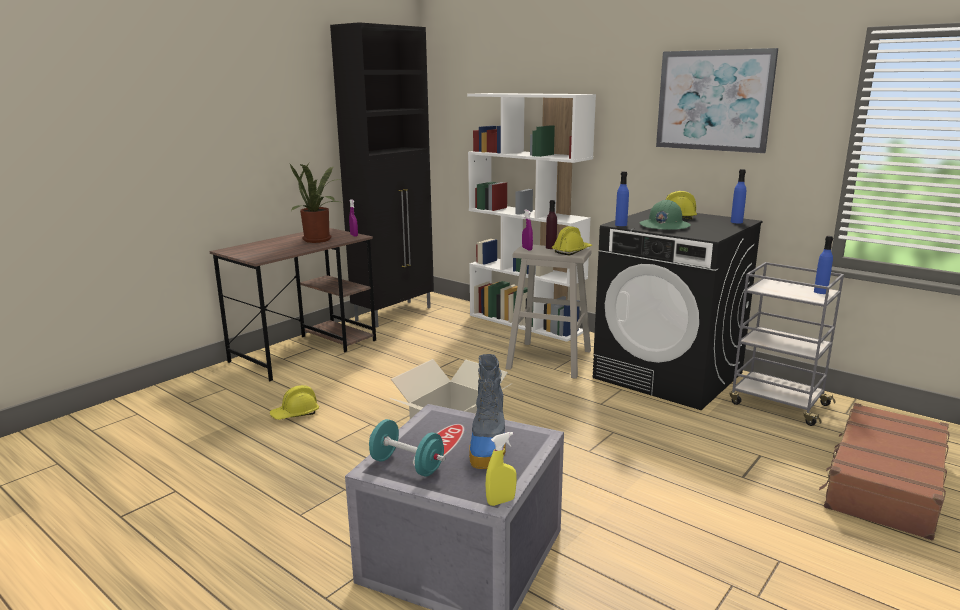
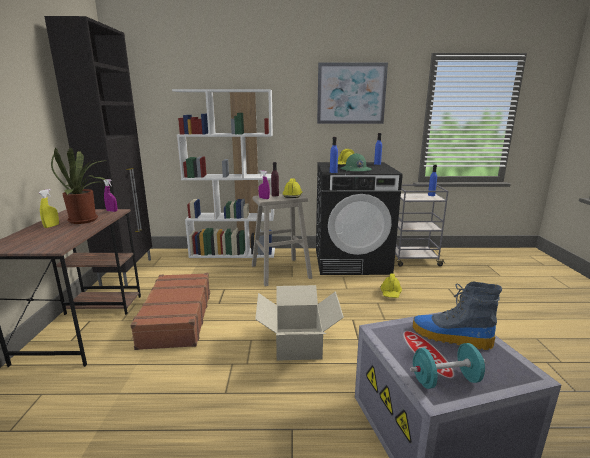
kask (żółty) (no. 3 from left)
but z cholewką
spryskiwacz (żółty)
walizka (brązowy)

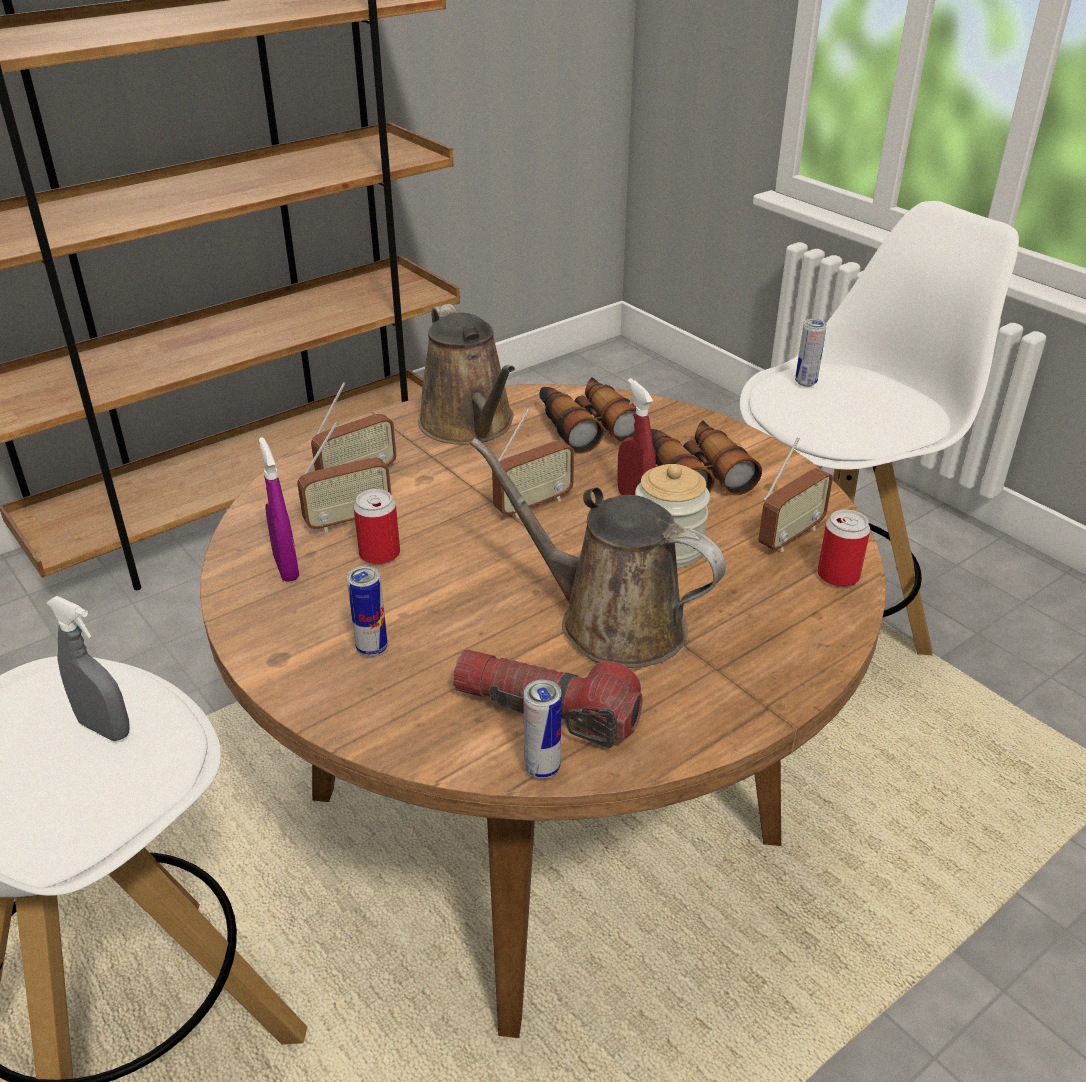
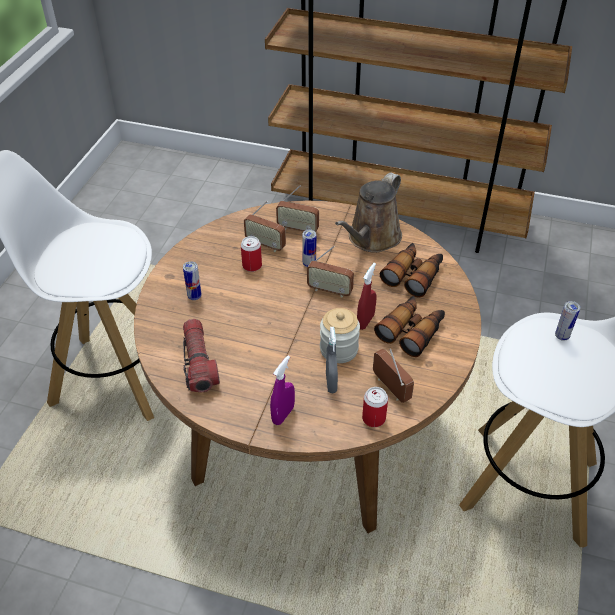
spryskiwacz (szary)
spryskiwacz (fioletowy)
konewka (brązowy) (no. 2 from left in the first image)
puszka (no. 3 from left)
radio (no. 4 from left)

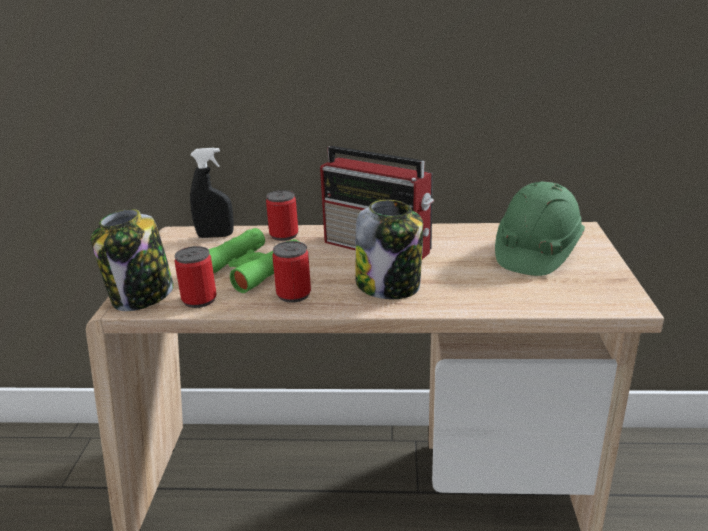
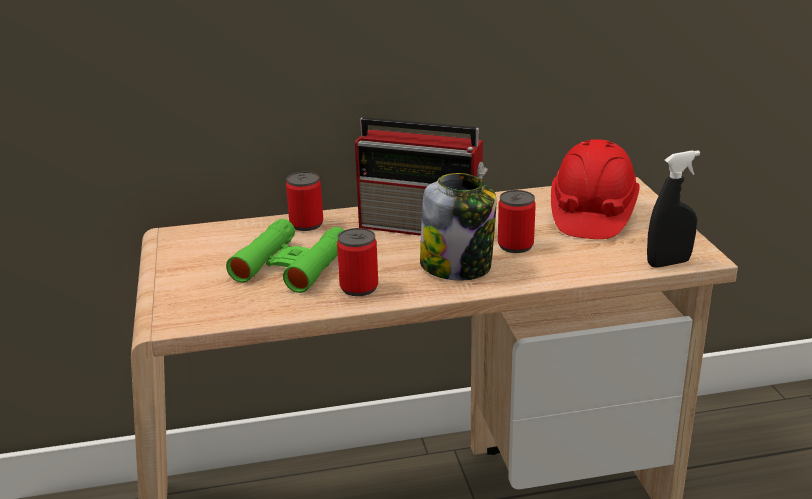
słoik (no. 1 from left in the first image)
puszka (no. 3 from left)
spryskiwacz (czarny)
kask (czerwony)

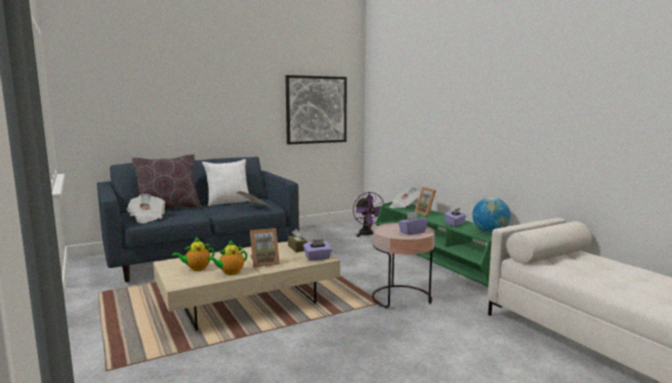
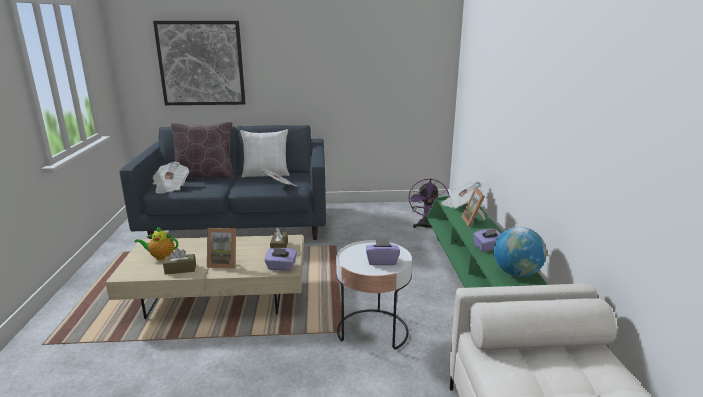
pudełko chusteczek (brązowy) (no. 1 from left)
obraz
stolik (biały)

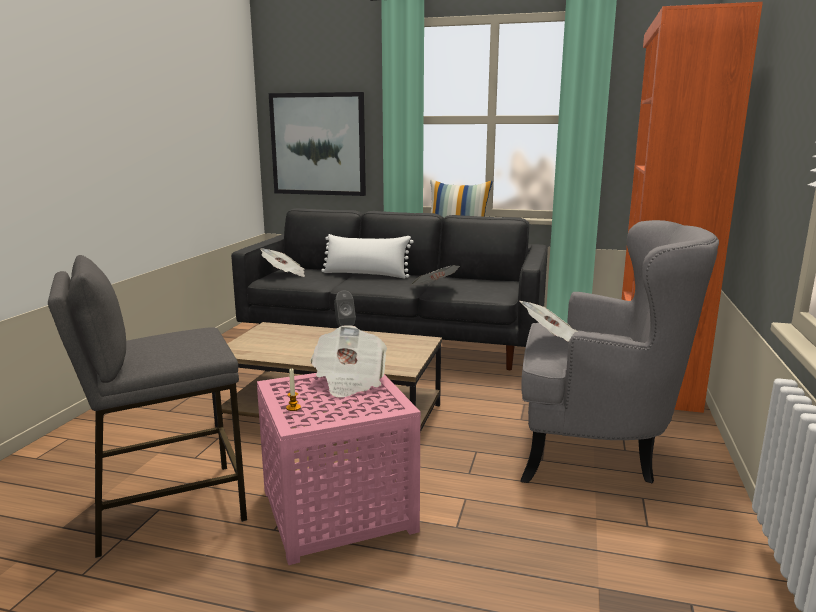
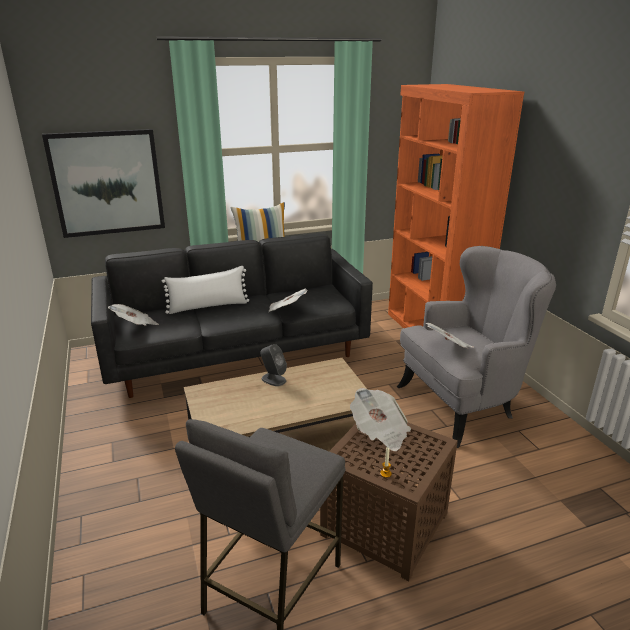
stolik (brązowy)

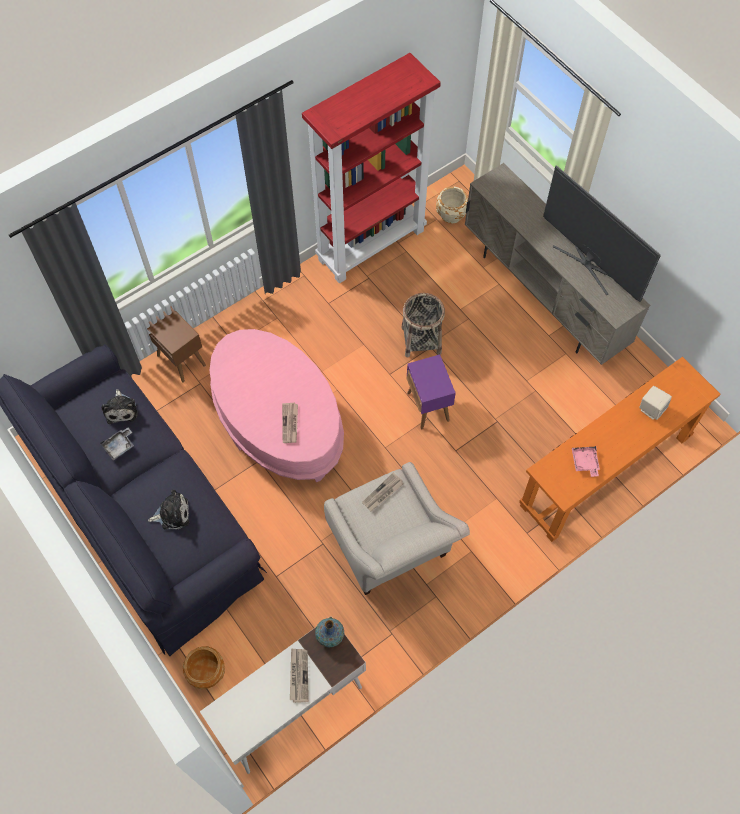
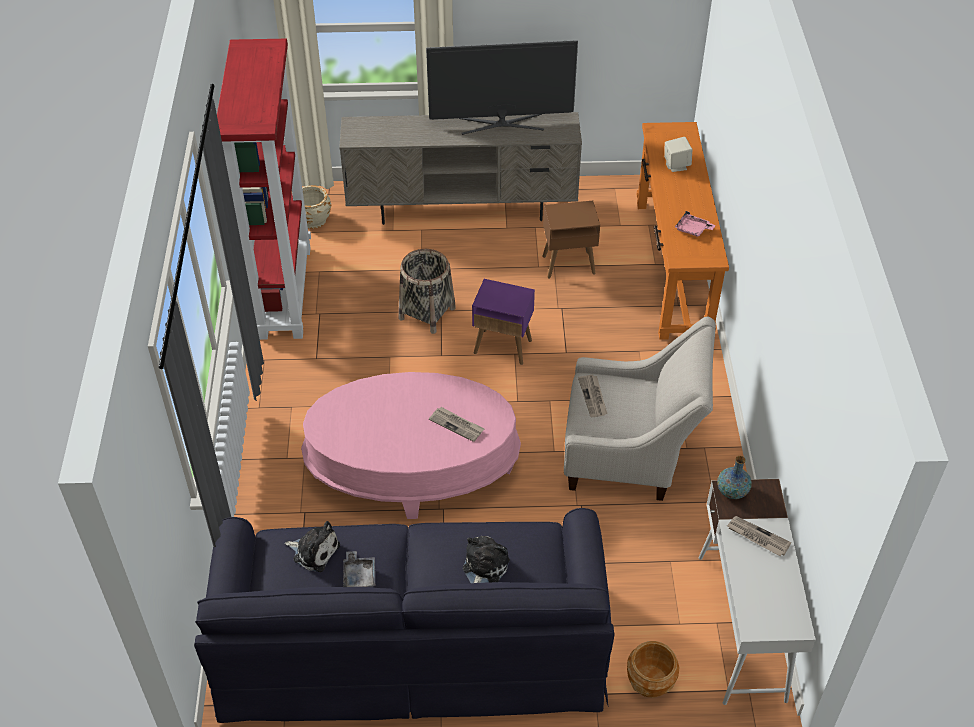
stolik (brązowy)

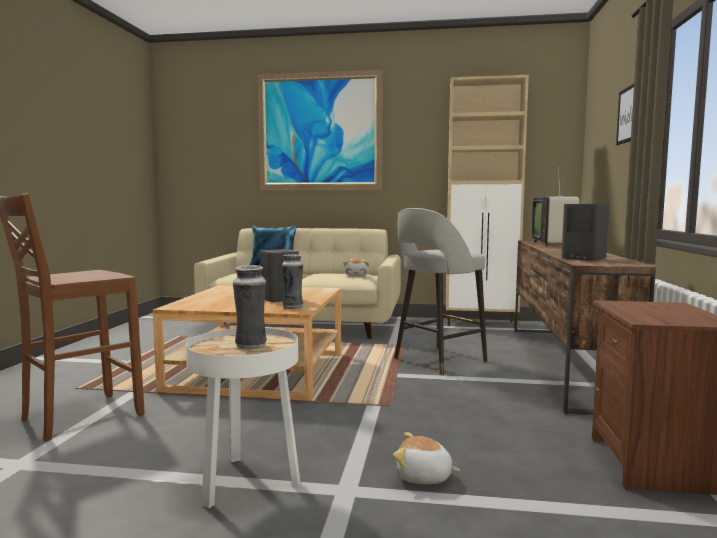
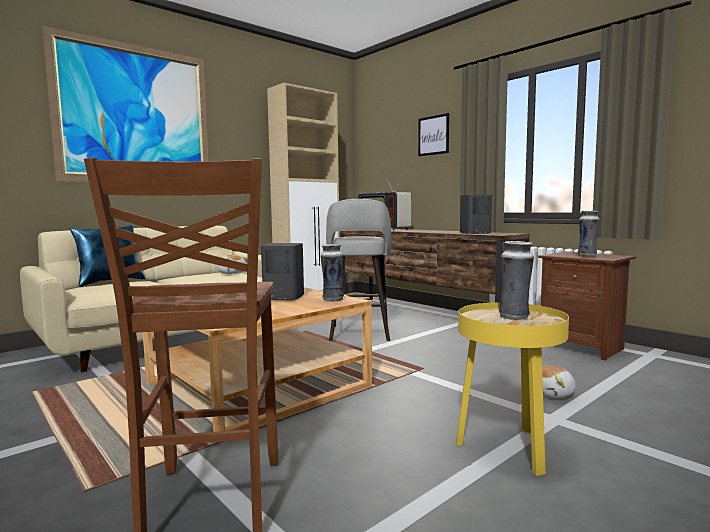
stolik (żółty)
wazon (no. 3 from left)

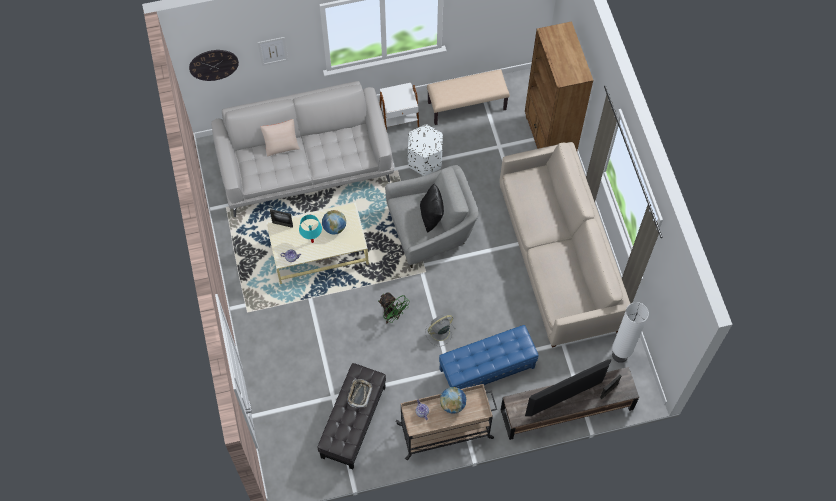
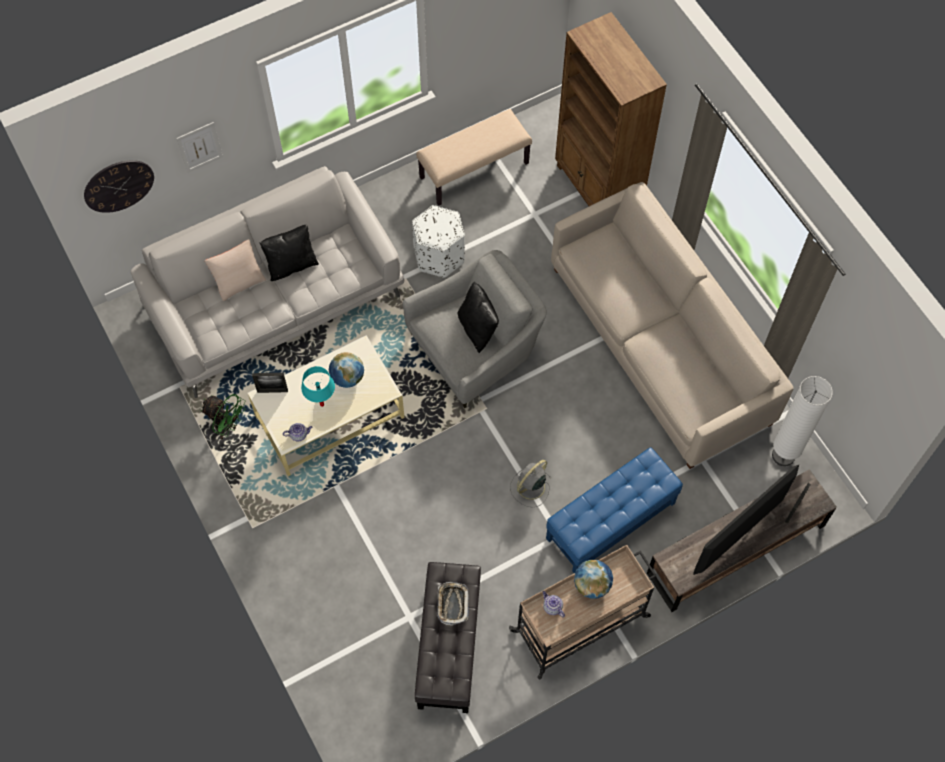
wentylator (zielony)
stolik (biały)
poduszka (czarny) (no. 1 from left)

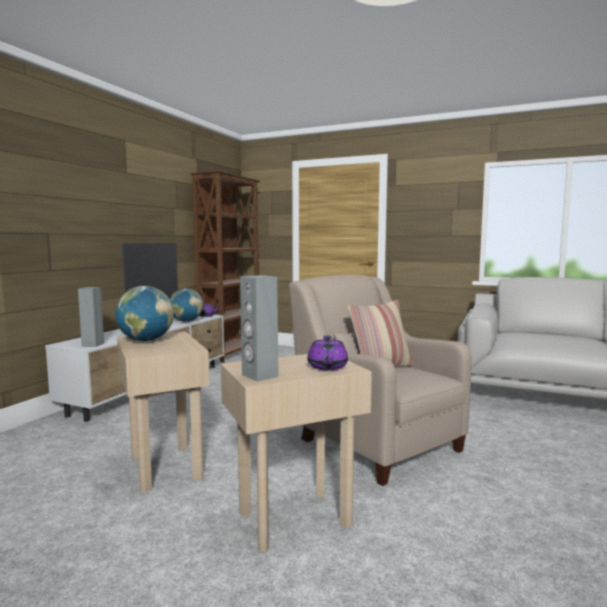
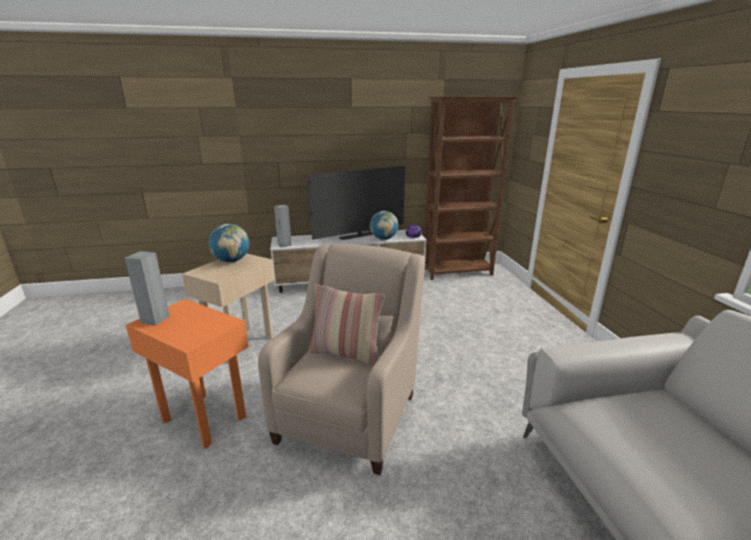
stolik (pomarańczowy)
imbryk (fioletowy) (no. 2 from left in the first image)

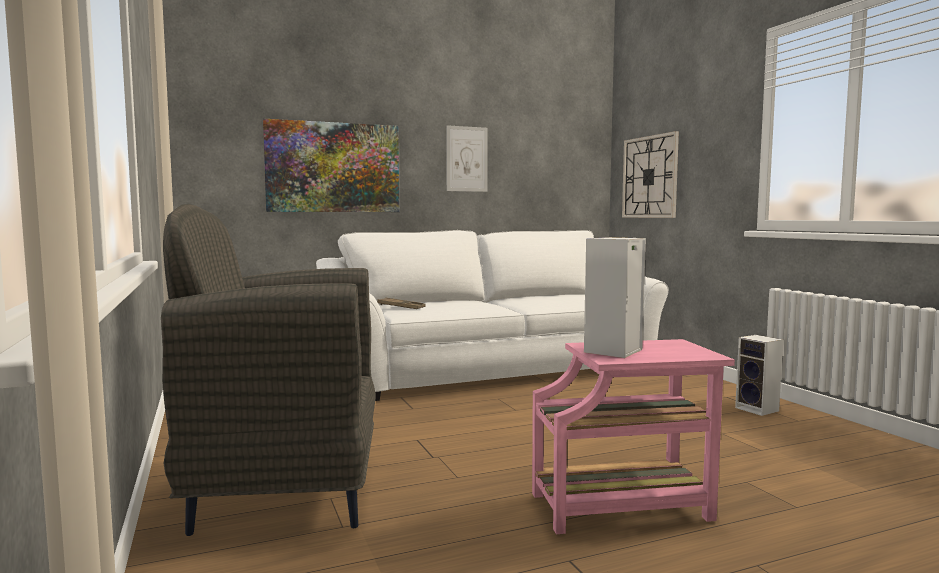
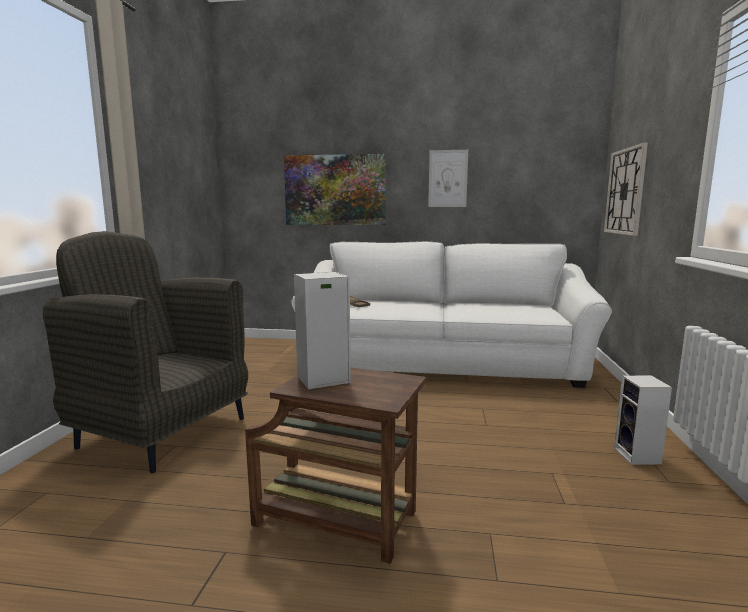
stolik (brązowy)

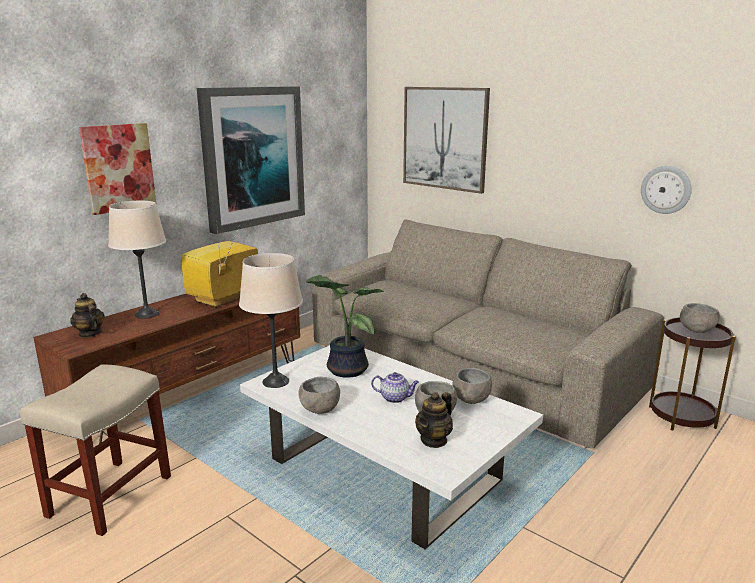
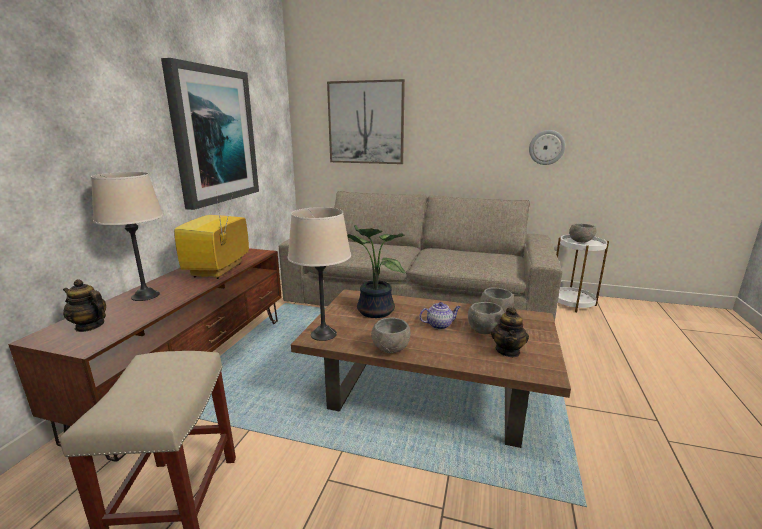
obraz (no. 1 from left in the first image)
ława (brązowy)
stolik (biały)

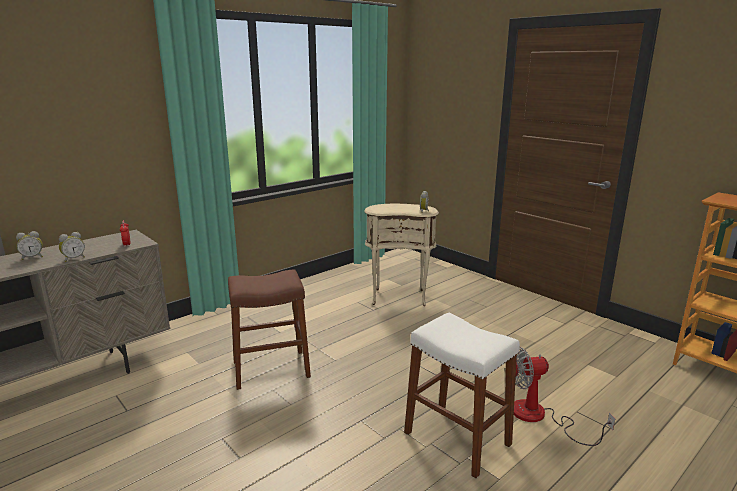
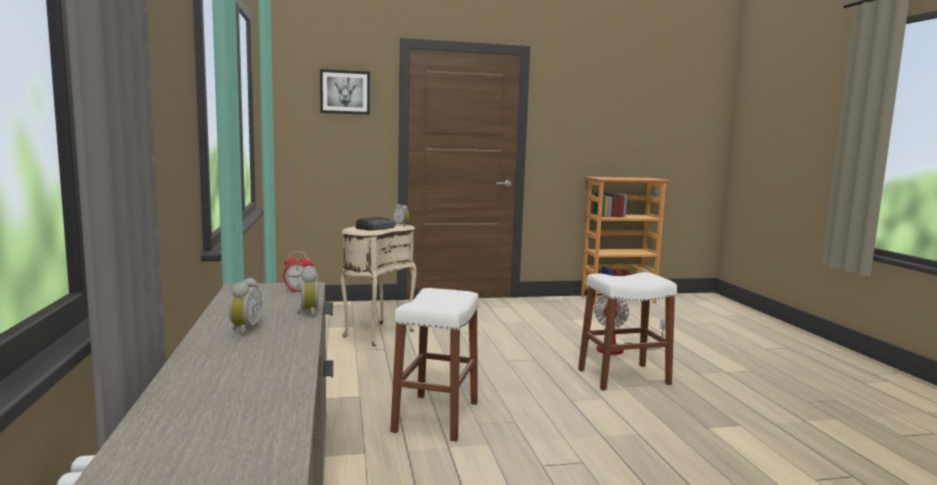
stołek (biały) (no. 1 from left)
obraz
radio

